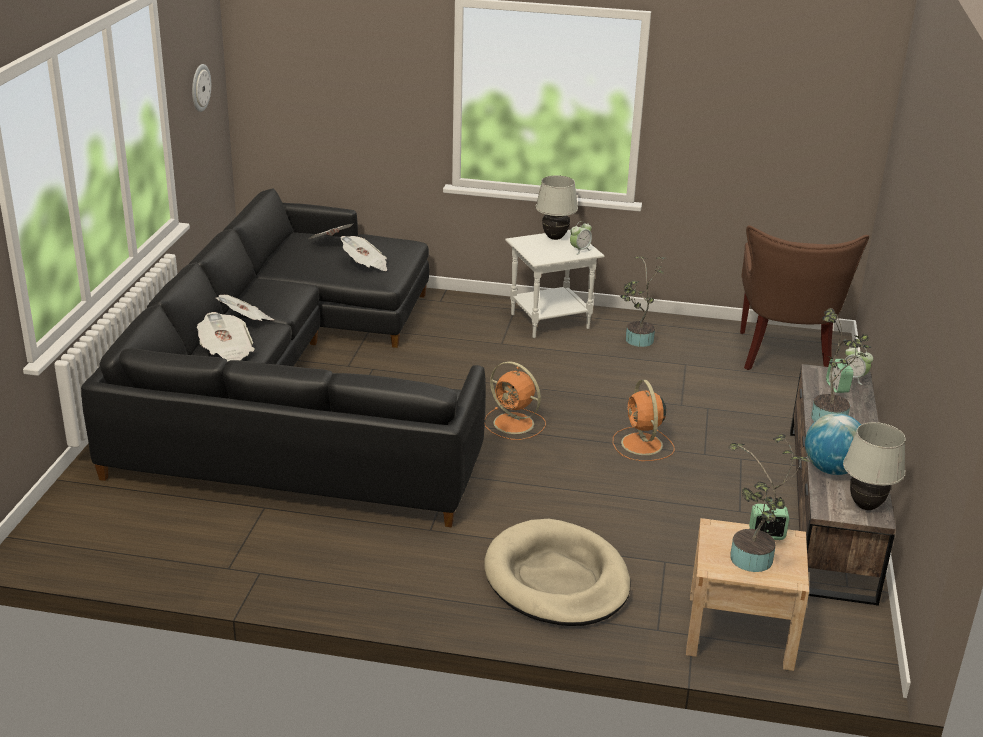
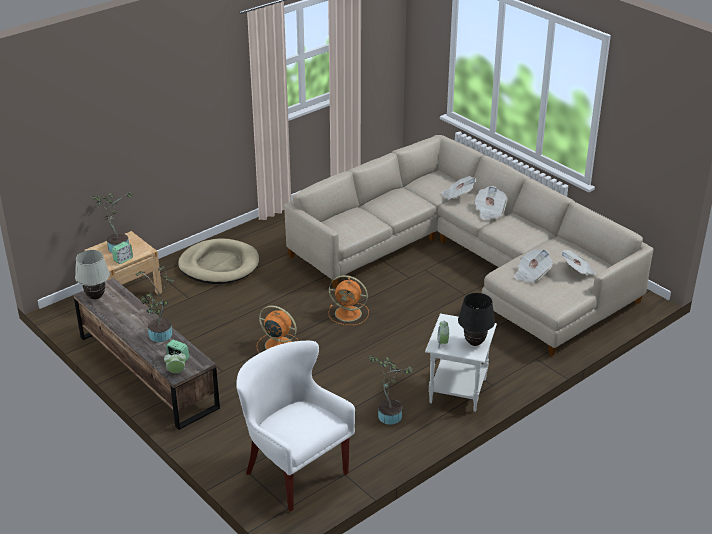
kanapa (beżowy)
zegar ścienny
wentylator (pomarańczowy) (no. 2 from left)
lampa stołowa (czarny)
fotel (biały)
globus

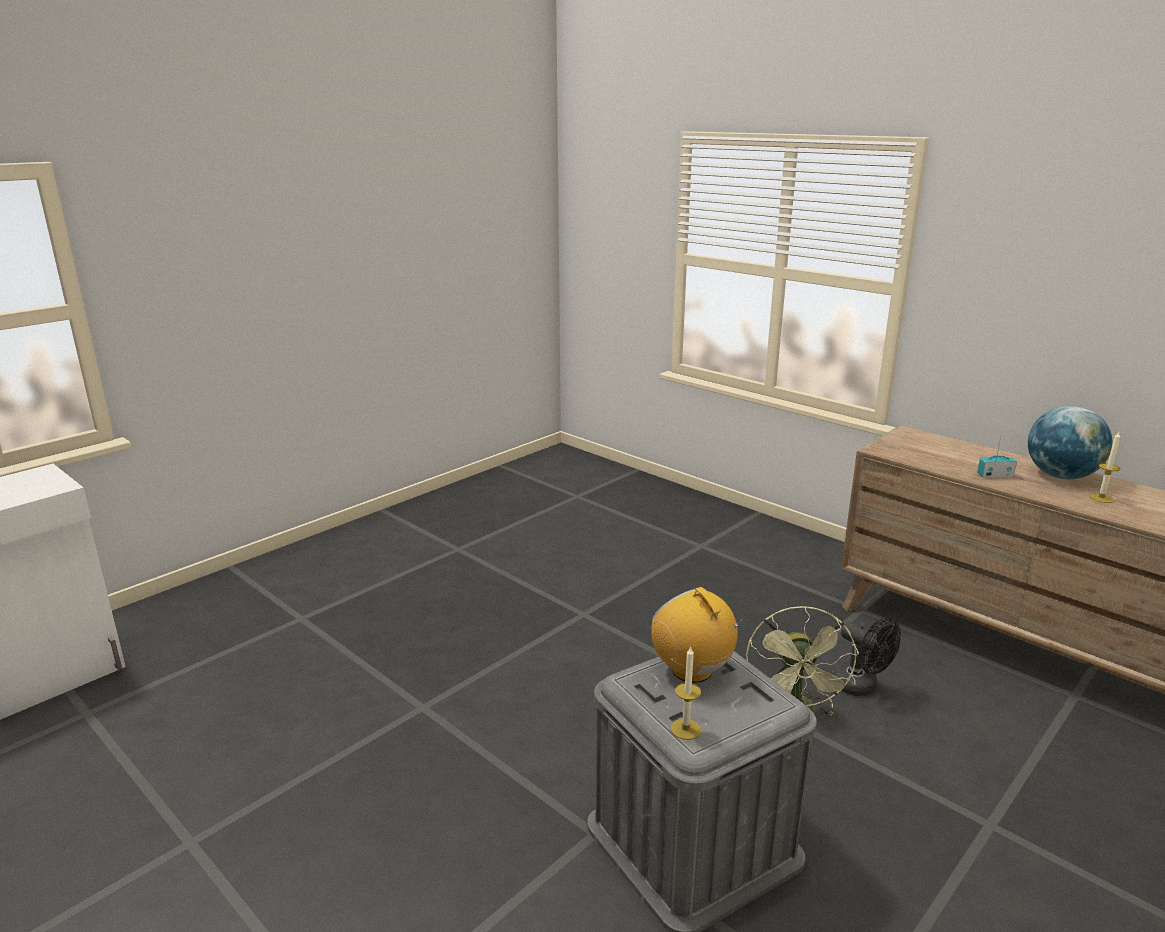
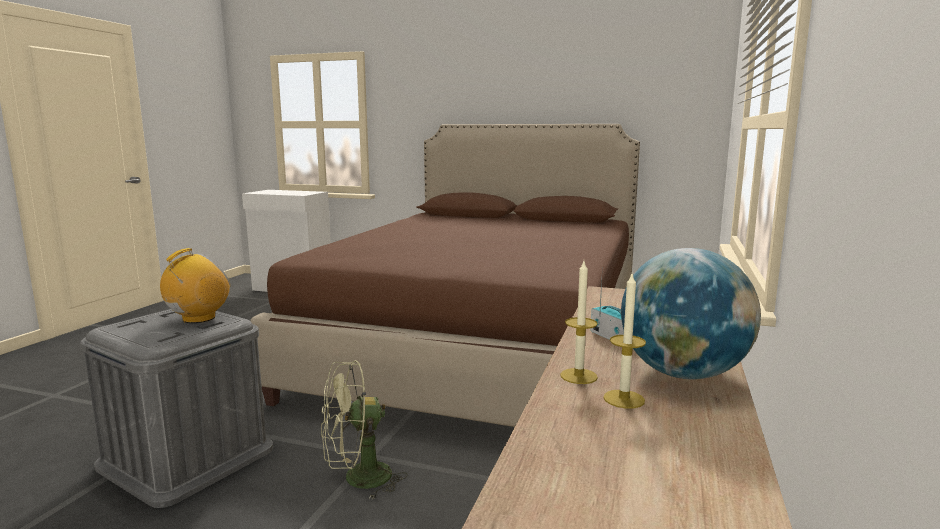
świeca (no. 1 from left)
wentylator (czarny)
łóżko (brązowy)

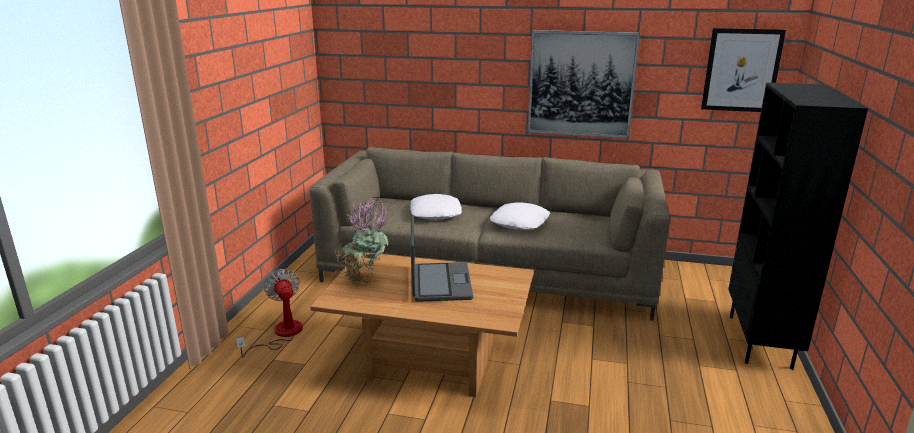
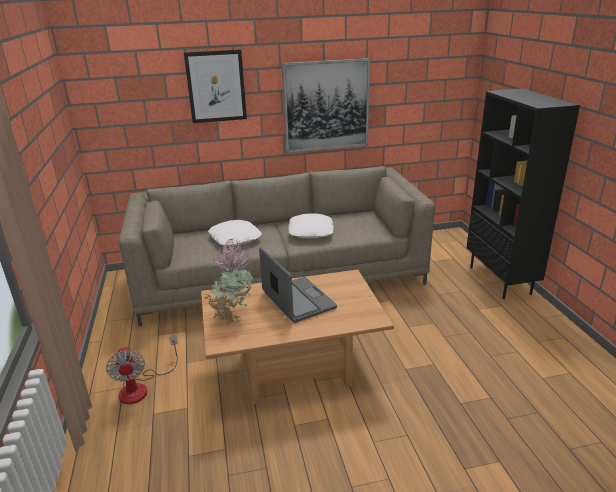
wentylator
obraz (no. 1 from left)

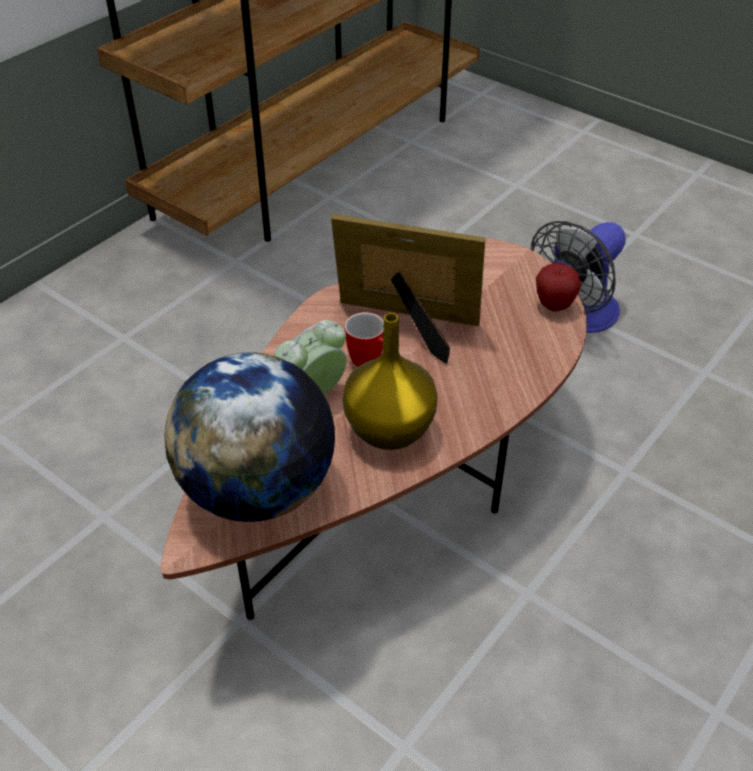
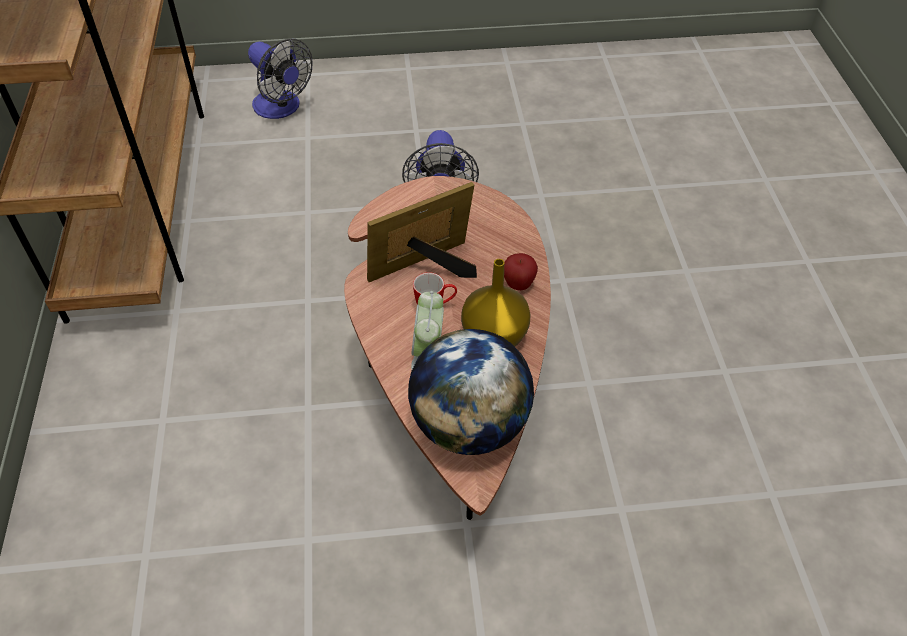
jabłko
wentylator (no. 1 from left)

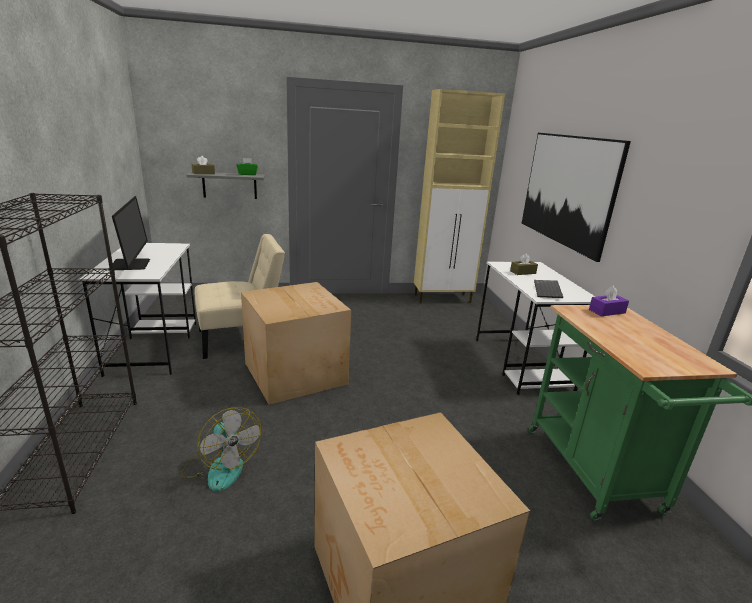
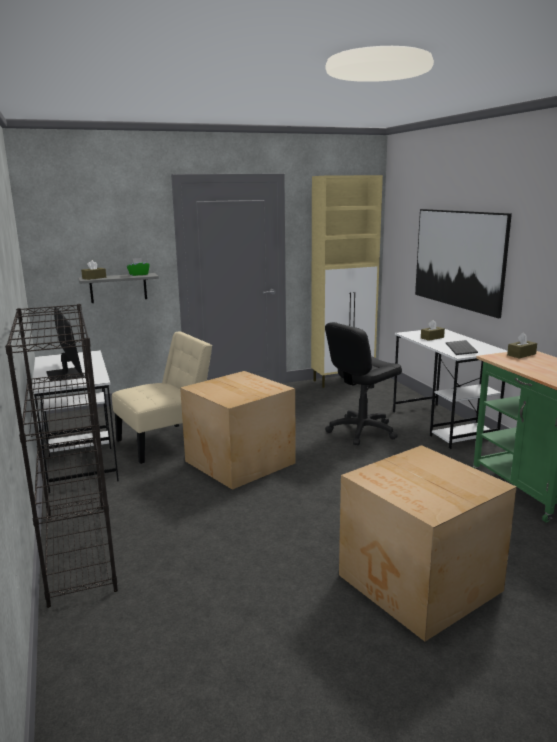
wentylator
pudełko chusteczek (brązowy) (no. 3 from left)
krzesło biurowe (czarny)

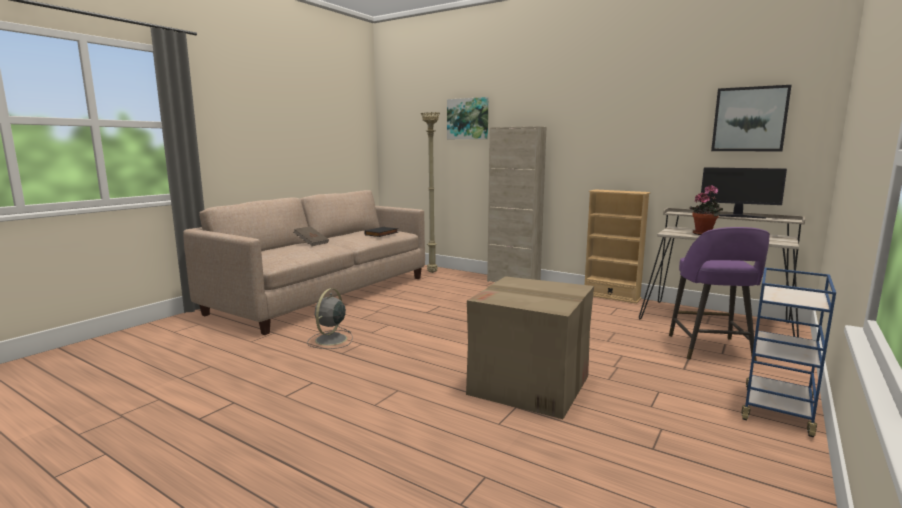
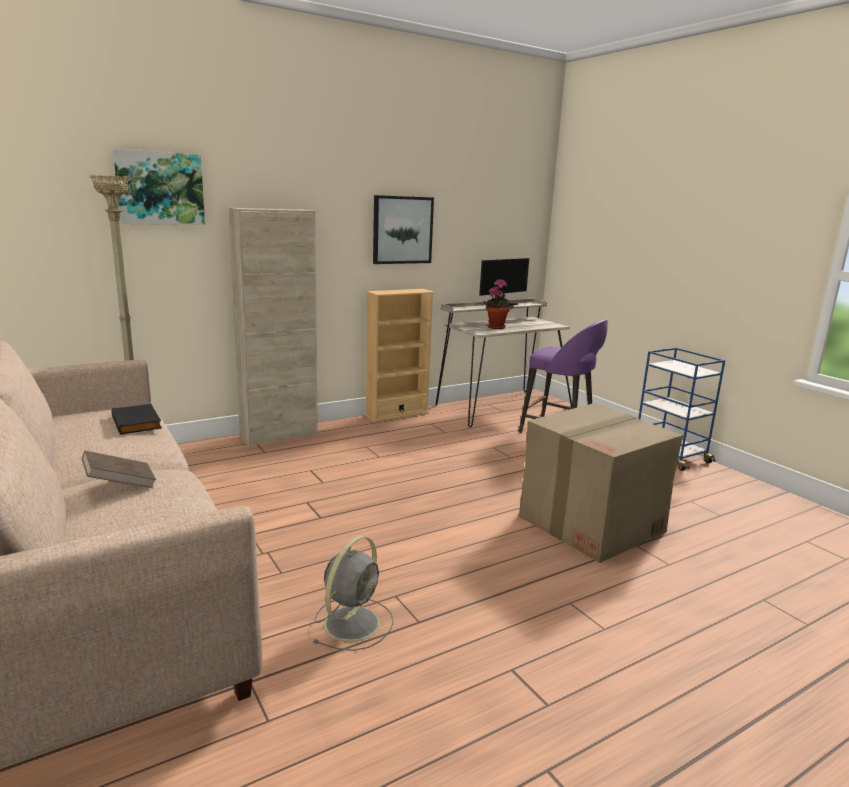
wentylator (szary)
obraz (no. 2 from left)

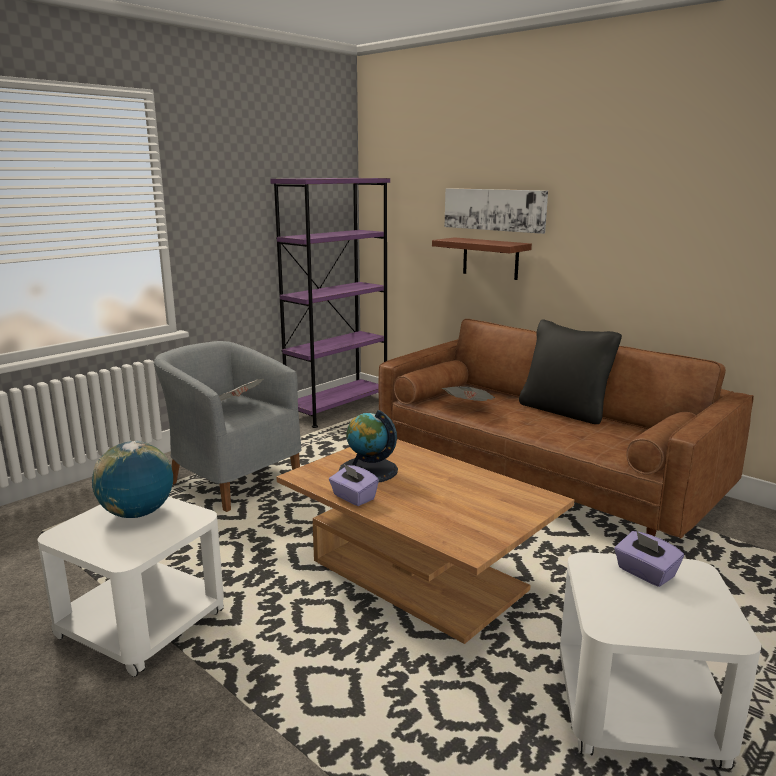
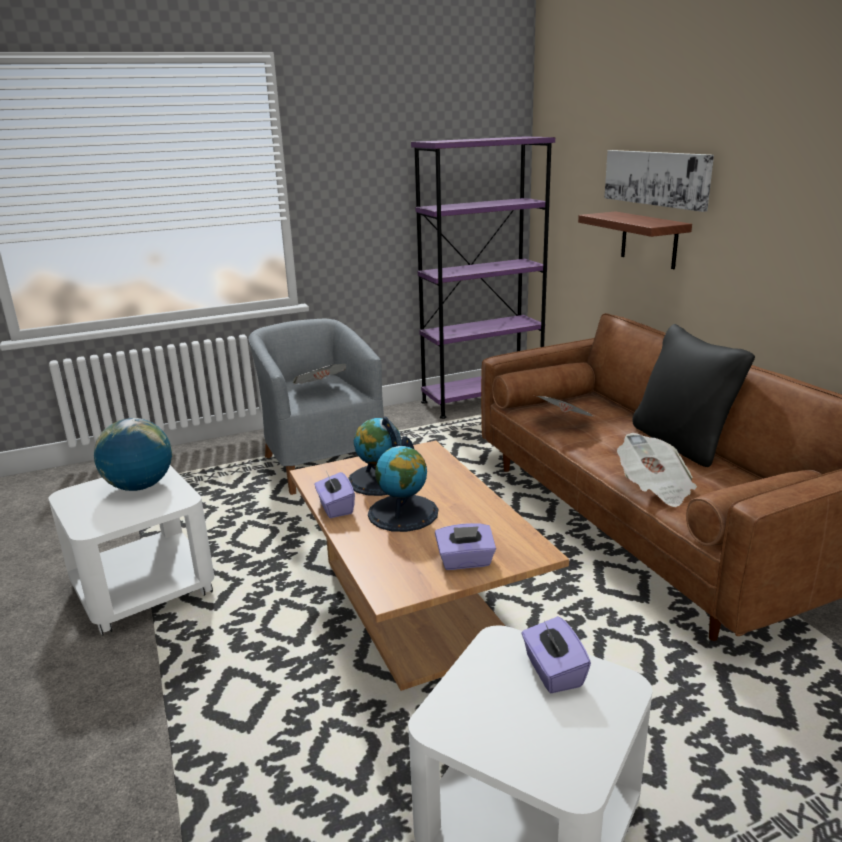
globus (no. 3 from left)
pudełko chusteczek (fioletowy) (no. 2 from left)
gazeta (no. 3 from left)

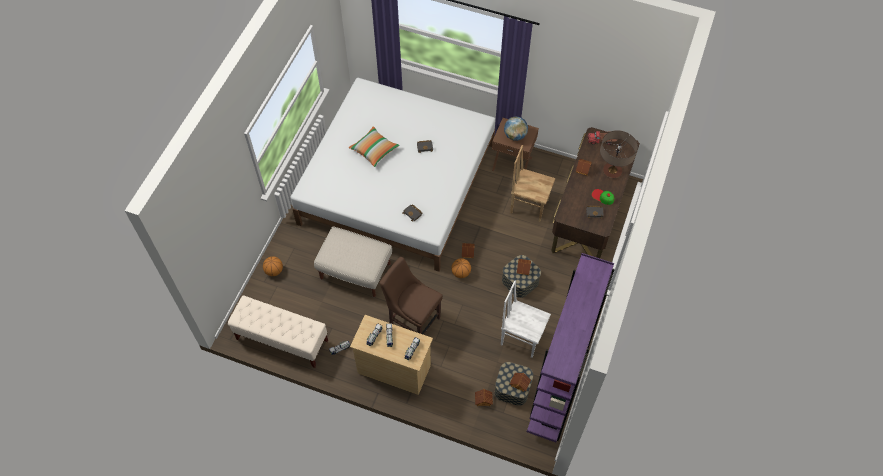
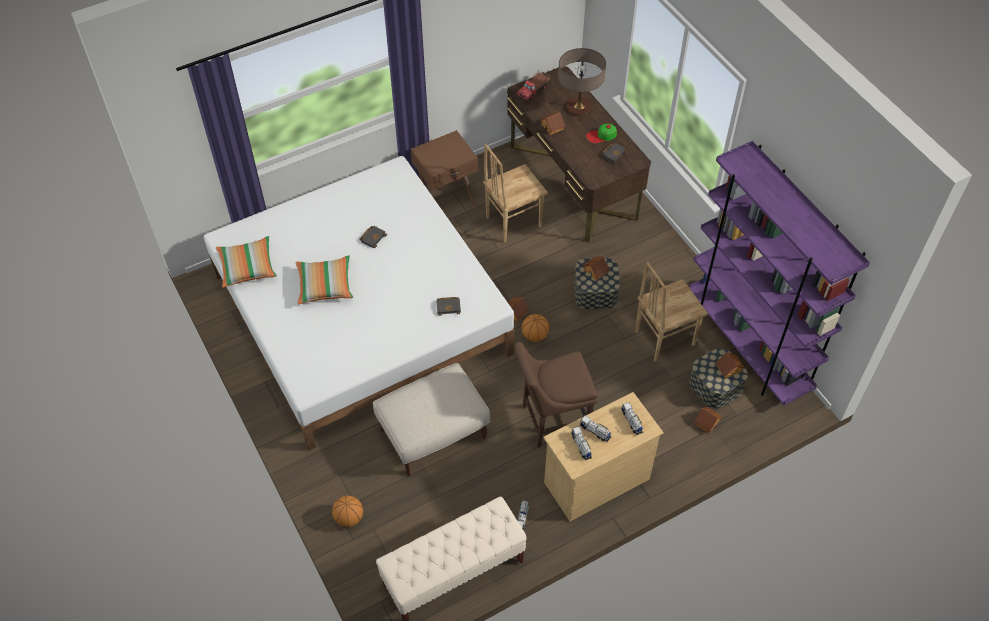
krzesło (brązowy) (no. 3 from left)
globus
poduszka (no. 1 from left)

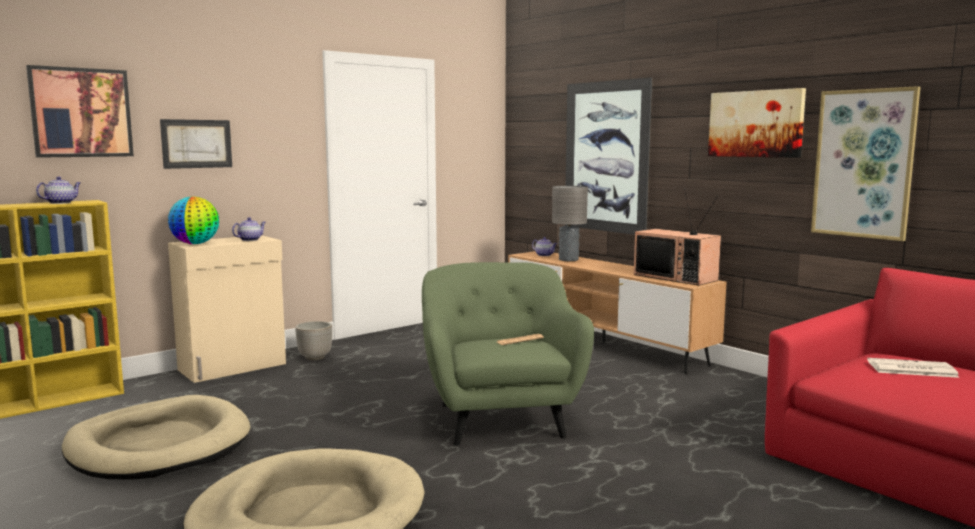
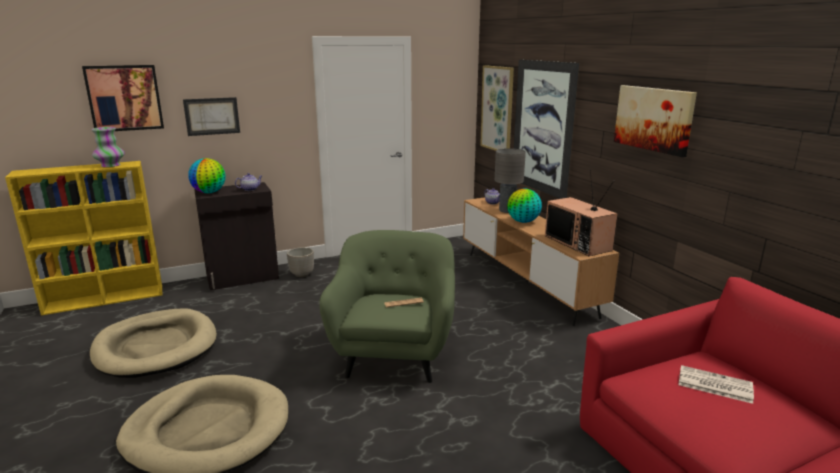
wazon
szafka (czarny)
obraz (no. 3 from left)
globus (no. 2 from left)

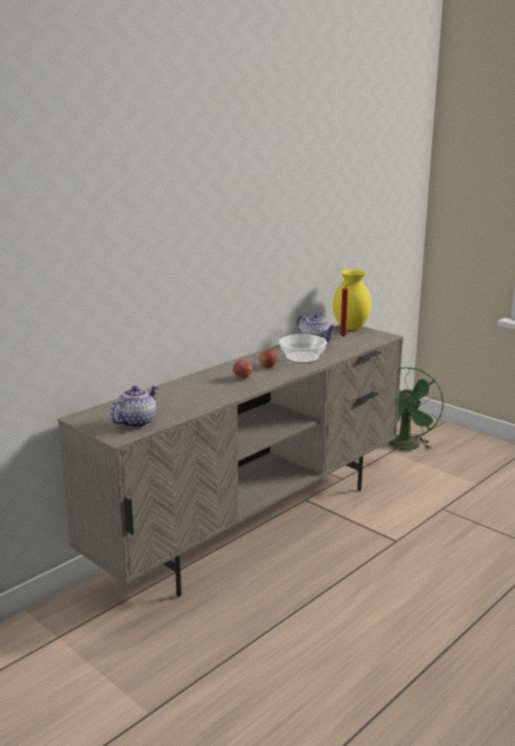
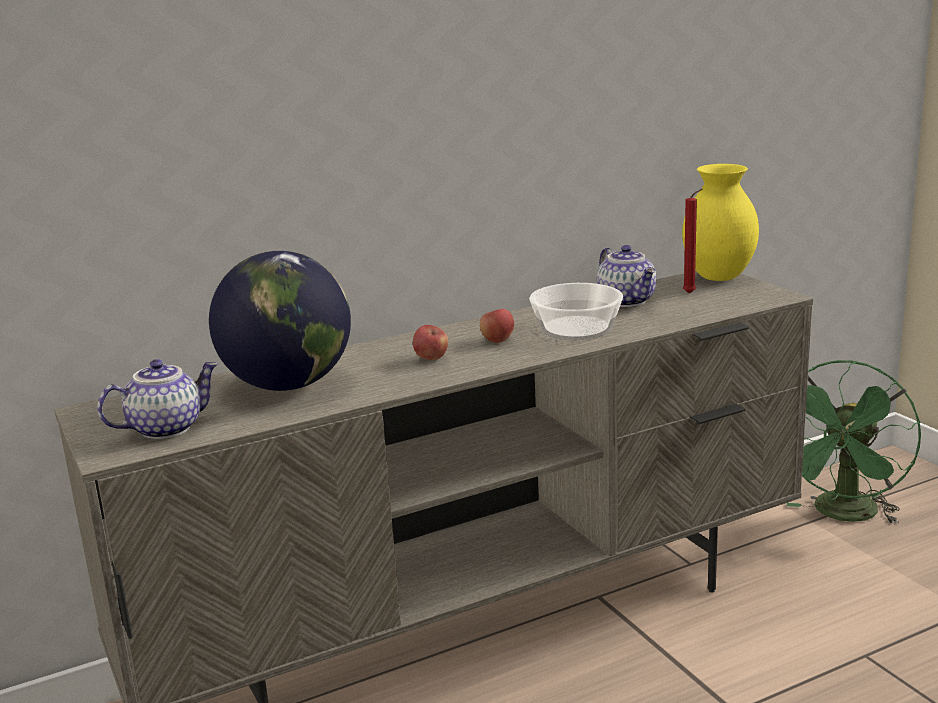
globus

